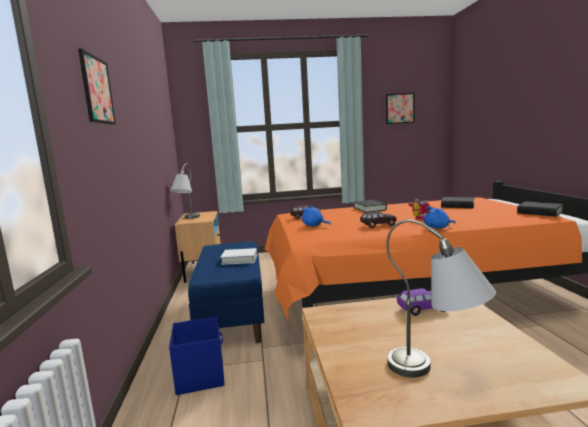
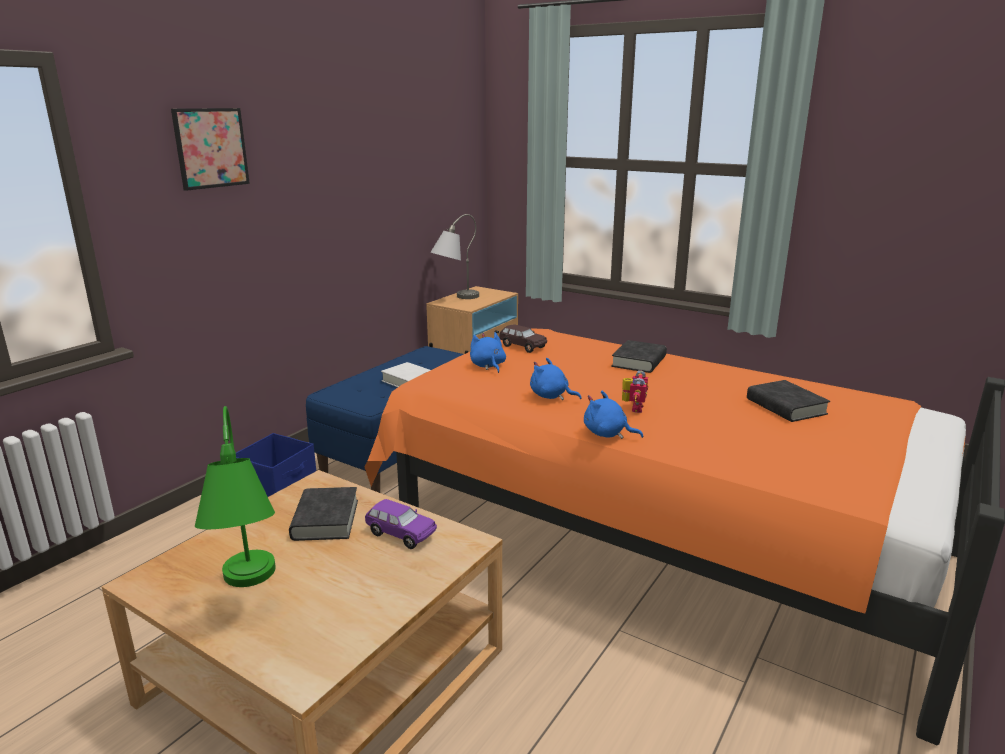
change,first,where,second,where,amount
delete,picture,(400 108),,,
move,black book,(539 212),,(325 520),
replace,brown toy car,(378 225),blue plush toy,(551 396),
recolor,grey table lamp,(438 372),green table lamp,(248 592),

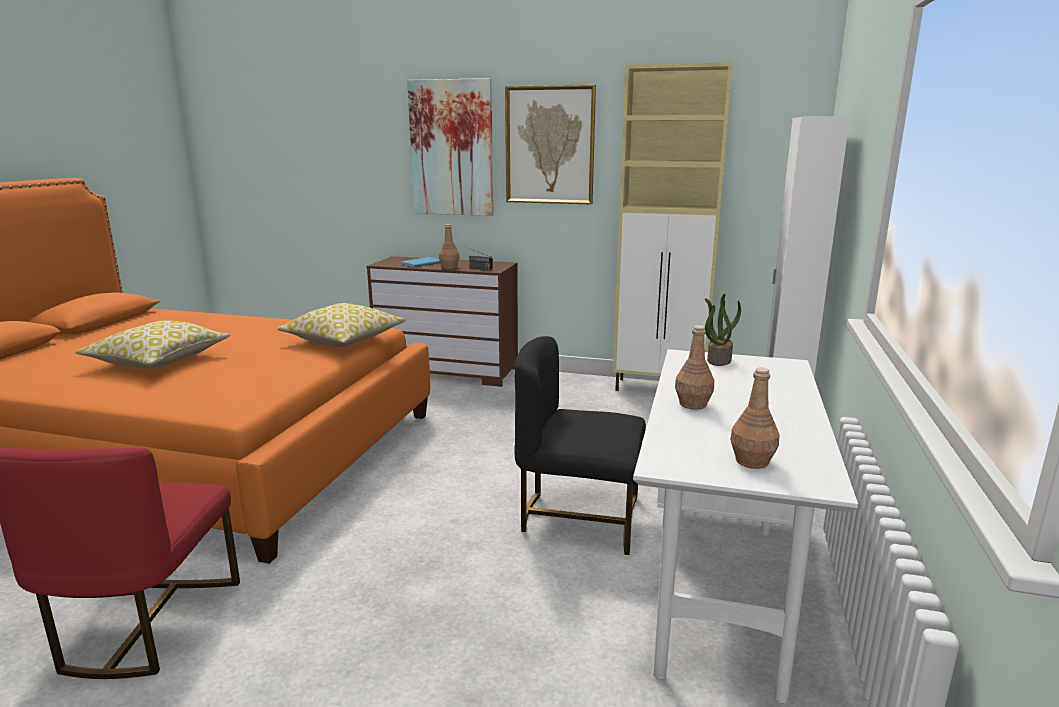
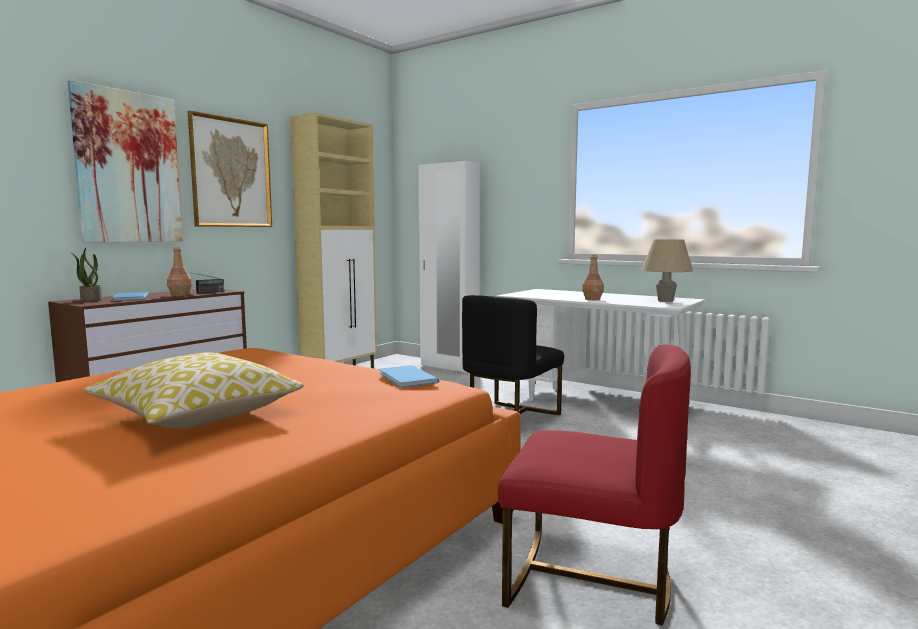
change,first,where,second,where,amount
delete,pillow,(344 340),,,
insert,,,blue book,(406 378),
move,potted plant,(718 360),,(90 300),
replace,brown bottle,(751 461),beige table lamp,(665 301),

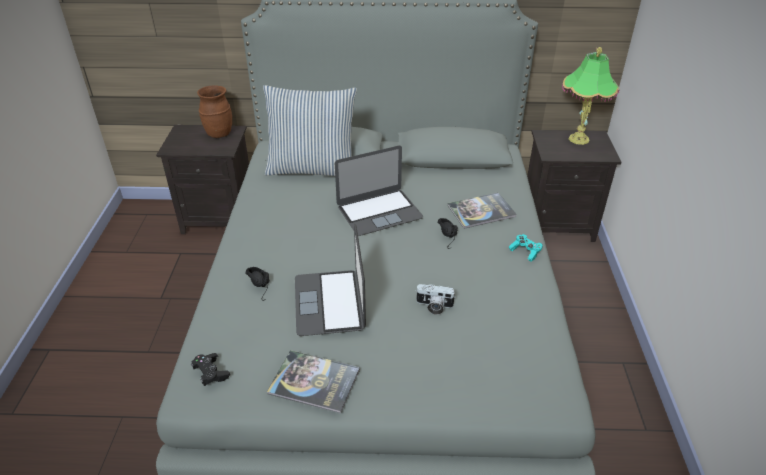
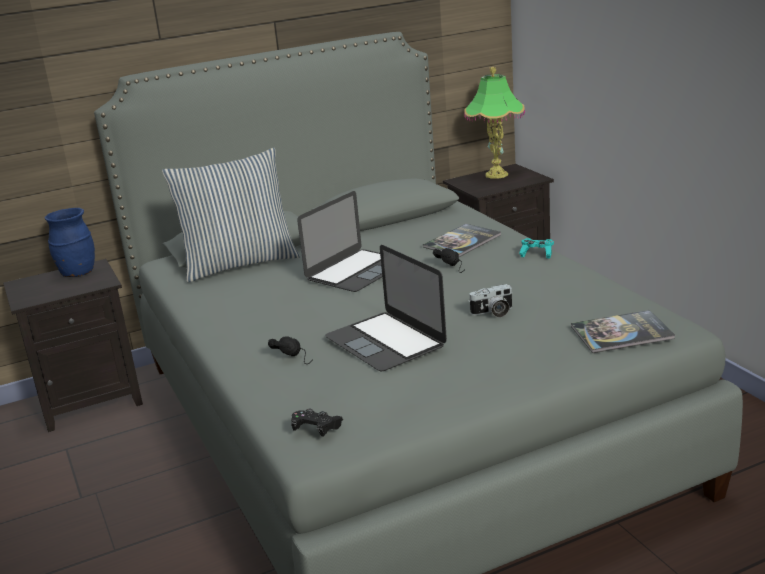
change,first,where,second,where,amount
move,book,(314 382),,(621 333),
recolor,brown vase,(219 133),blue vase,(77 273),

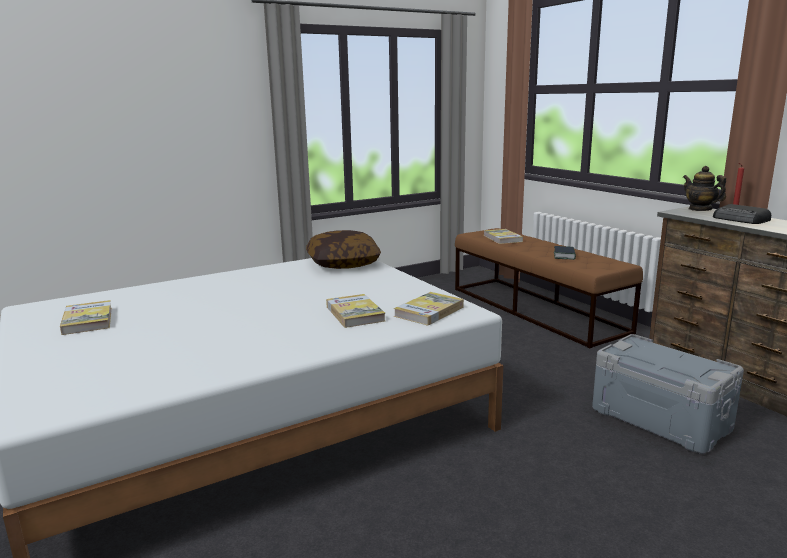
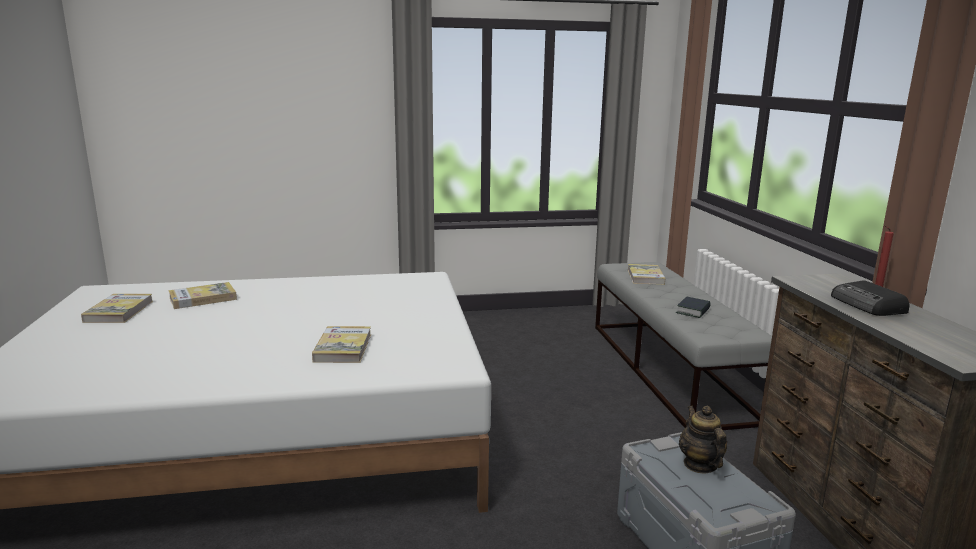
change,first,where,second,where,amount
delete,pillow,(343 263),,,
move,book,(429 311),,(203 298),
move,teapot,(700 209),,(700 465),
recolor,brown bench,(536 309),grey bench,(668 370),

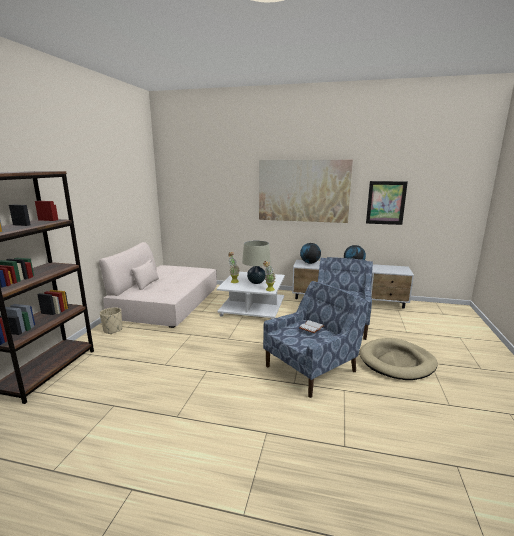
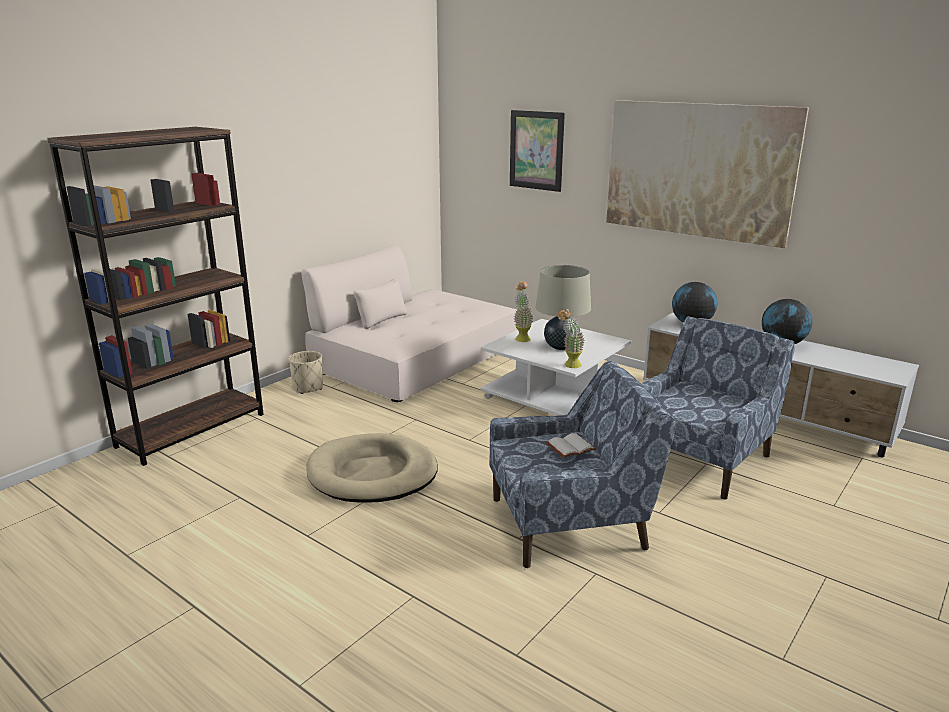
change,first,where,second,where,amount
move,beige dog bed,(397 362),,(372 474),
move,picture,(386 203),,(536 150),

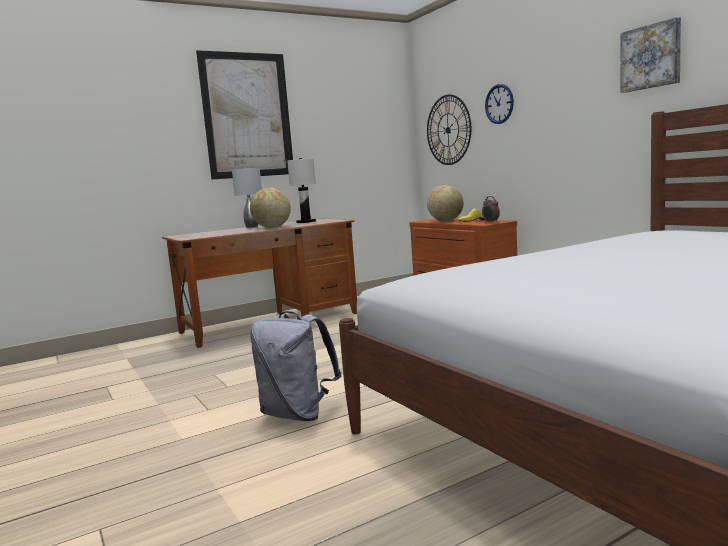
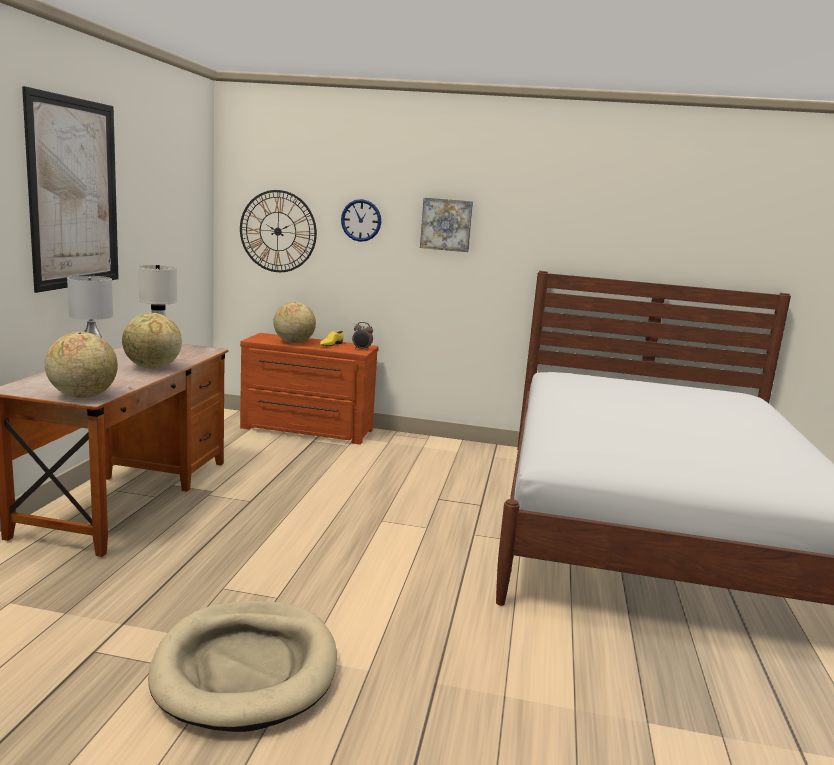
change,first,where,second,where,amount
delete,grey backpack,(298 414),,,
insert,,,globe,(82 396),
insert,,,beige dog bed,(246 669),
move,picture,(651 57),,(446 224),

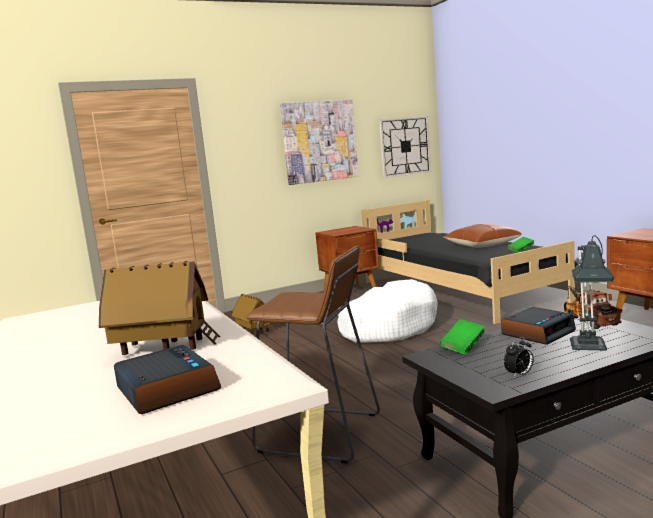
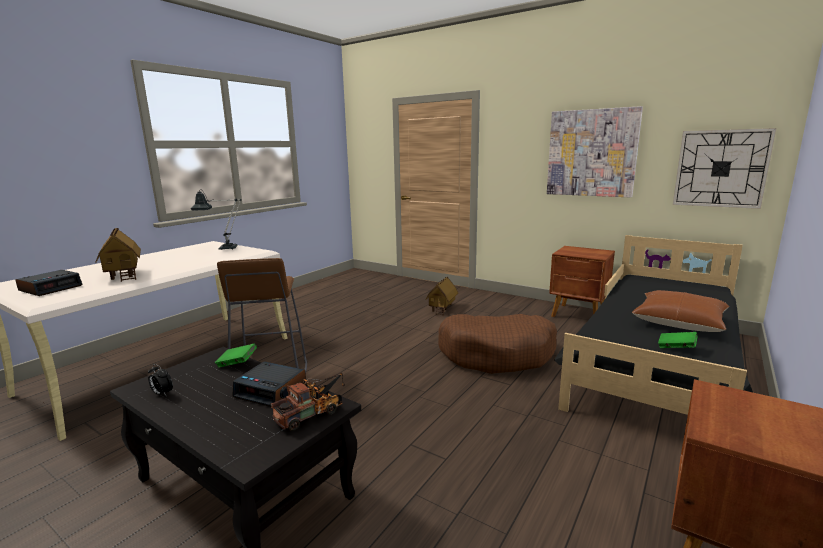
change,first,where,second,where,amount
move,table lamp,(589 350),,(223 248),
recolor,white dog bed,(389 326),brown dog bed,(497 354),

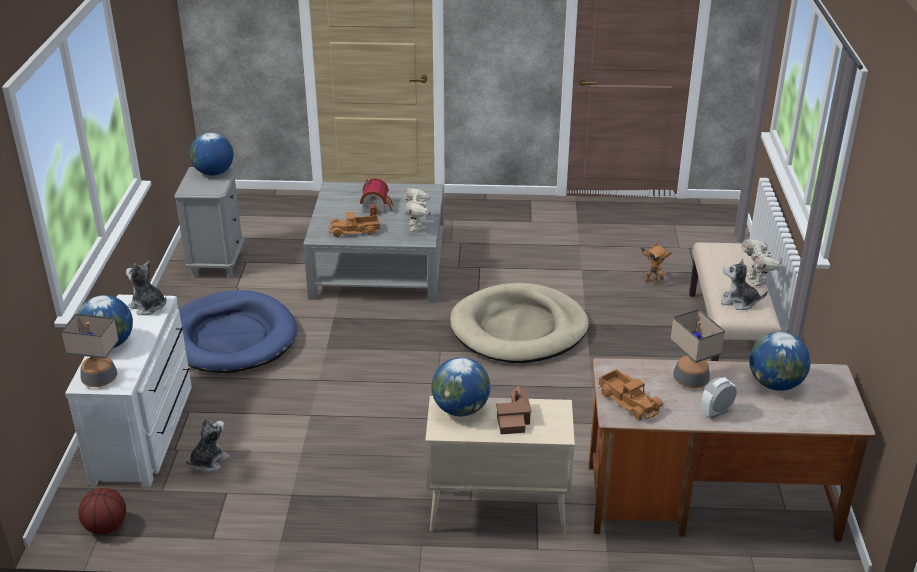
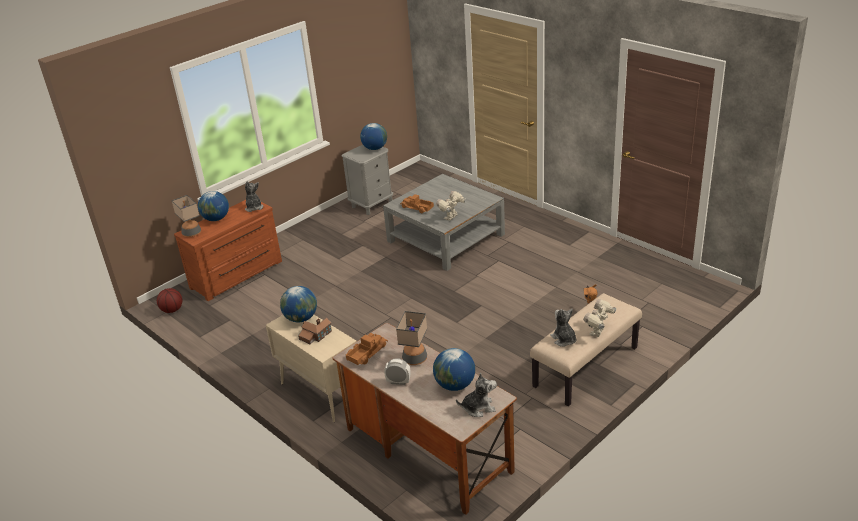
change,first,where,second,where,amount
delete,blue dog bed,(232 337),,,
delete,toy house,(377 207),,,
delete,beige dog bed,(519 329),,,
move,plush toy,(208 461),,(478 408),
recolor,white dresser,(146 431),brown dresser,(238 275),
rotate,toy truck,(629 401),,(366 353),150 degrees counterclockwise

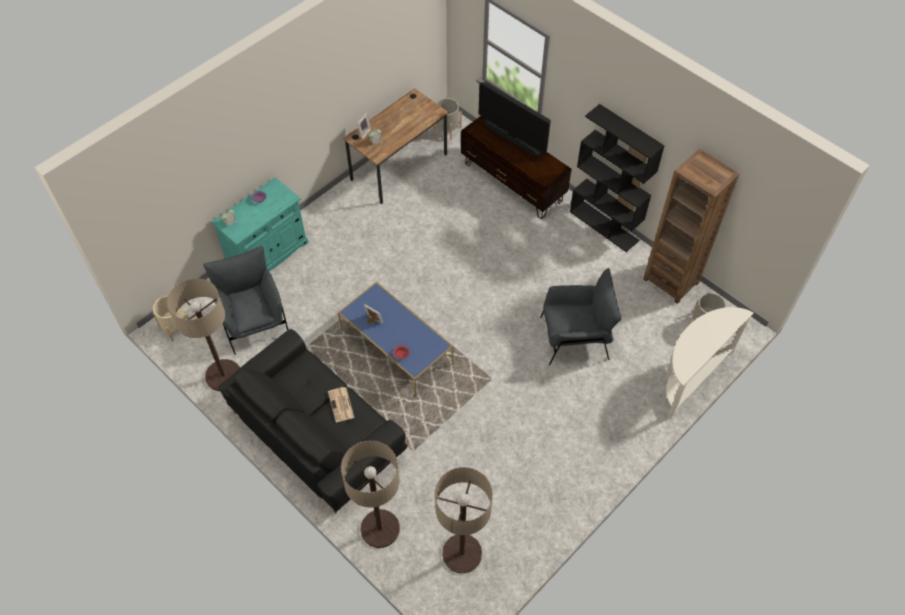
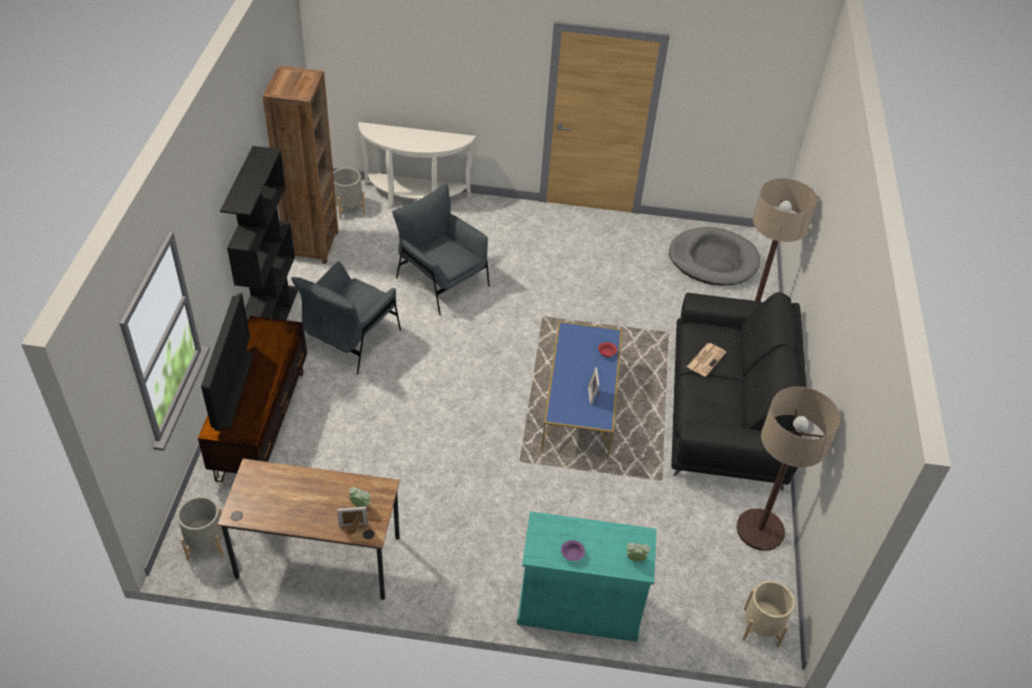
change,first,where,second,where,amount
move,grey armchair,(254 321),,(351 339),
replace,floor lamp,(462 553),grey dog bed,(713 260),

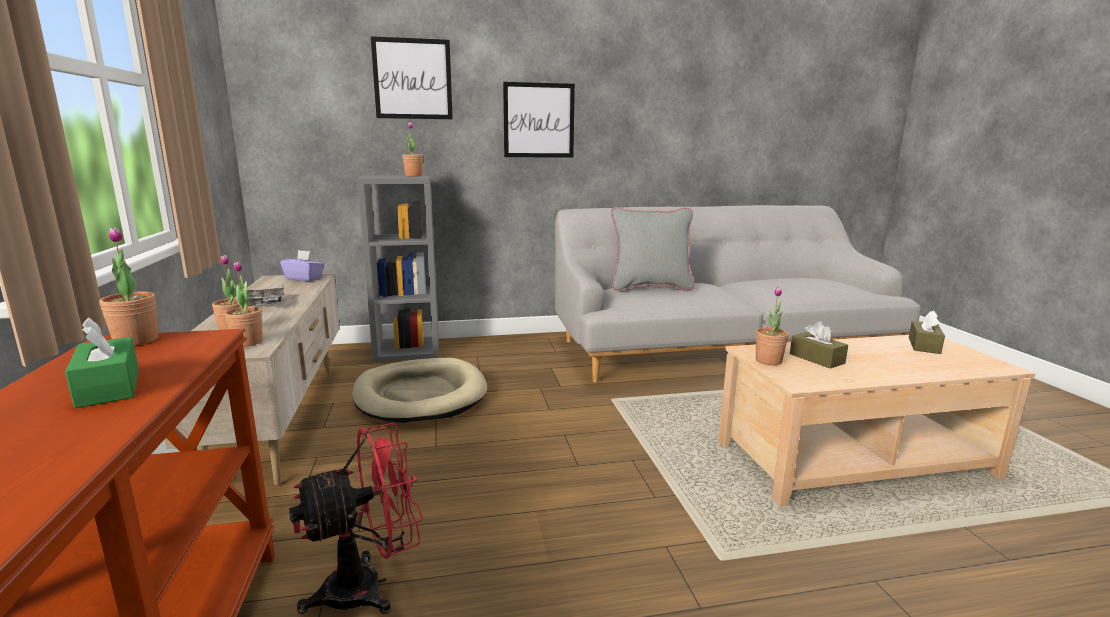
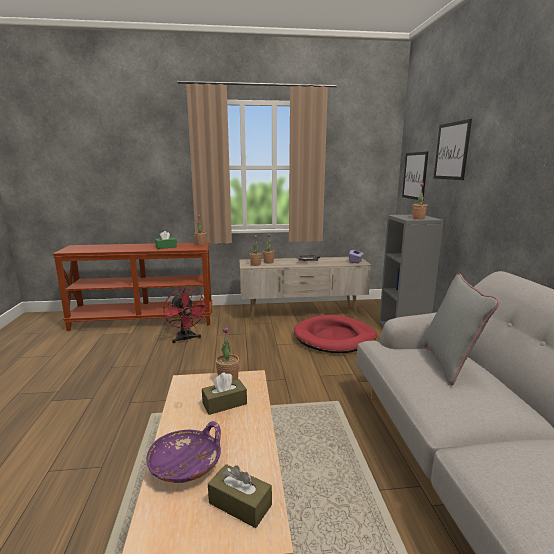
change,first,where,second,where,amount
insert,,,purple bowl,(187 464),
move,picture,(539 120),,(415 175),
recolor,beige dog bed,(420 395),red dog bed,(334 337),

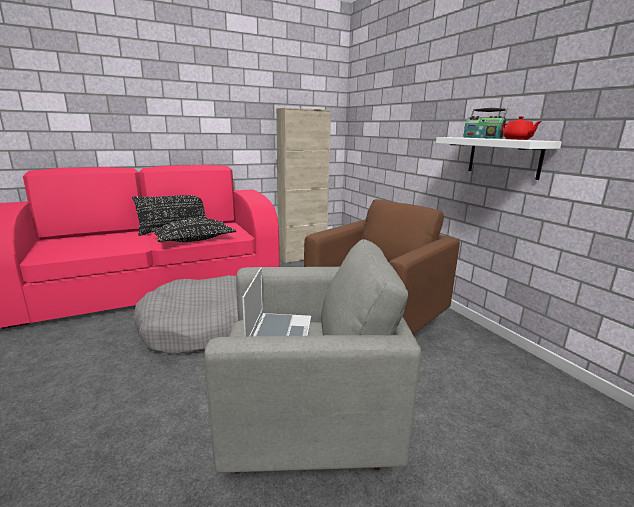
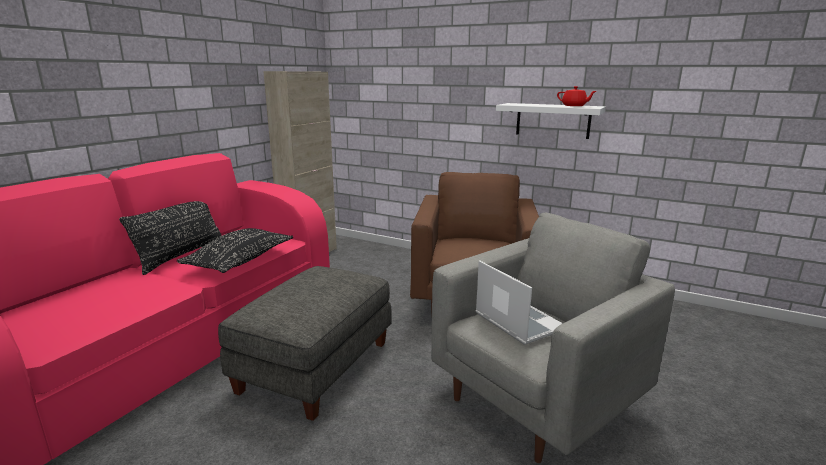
change,first,where,second,where,amount
delete,radio,(482 138),,,
replace,grey dog bed,(203 327),grey ottoman,(315 365),

